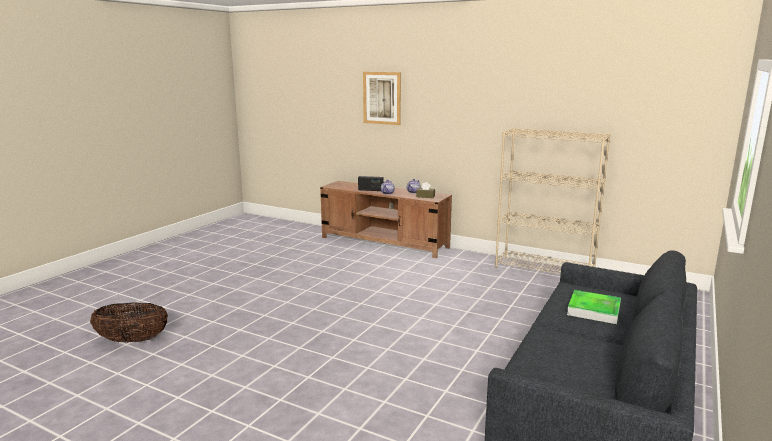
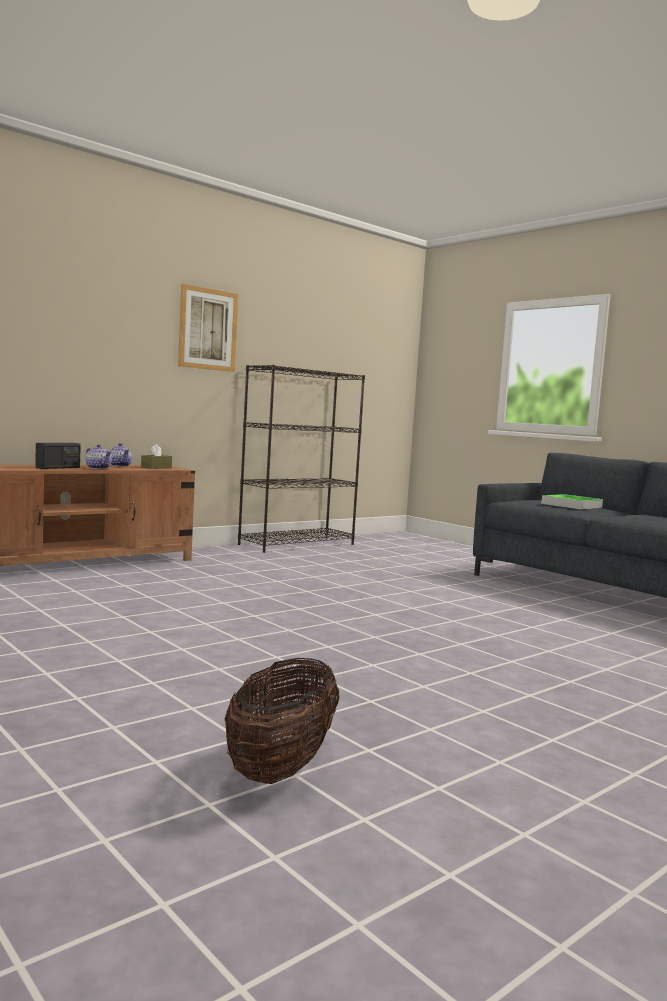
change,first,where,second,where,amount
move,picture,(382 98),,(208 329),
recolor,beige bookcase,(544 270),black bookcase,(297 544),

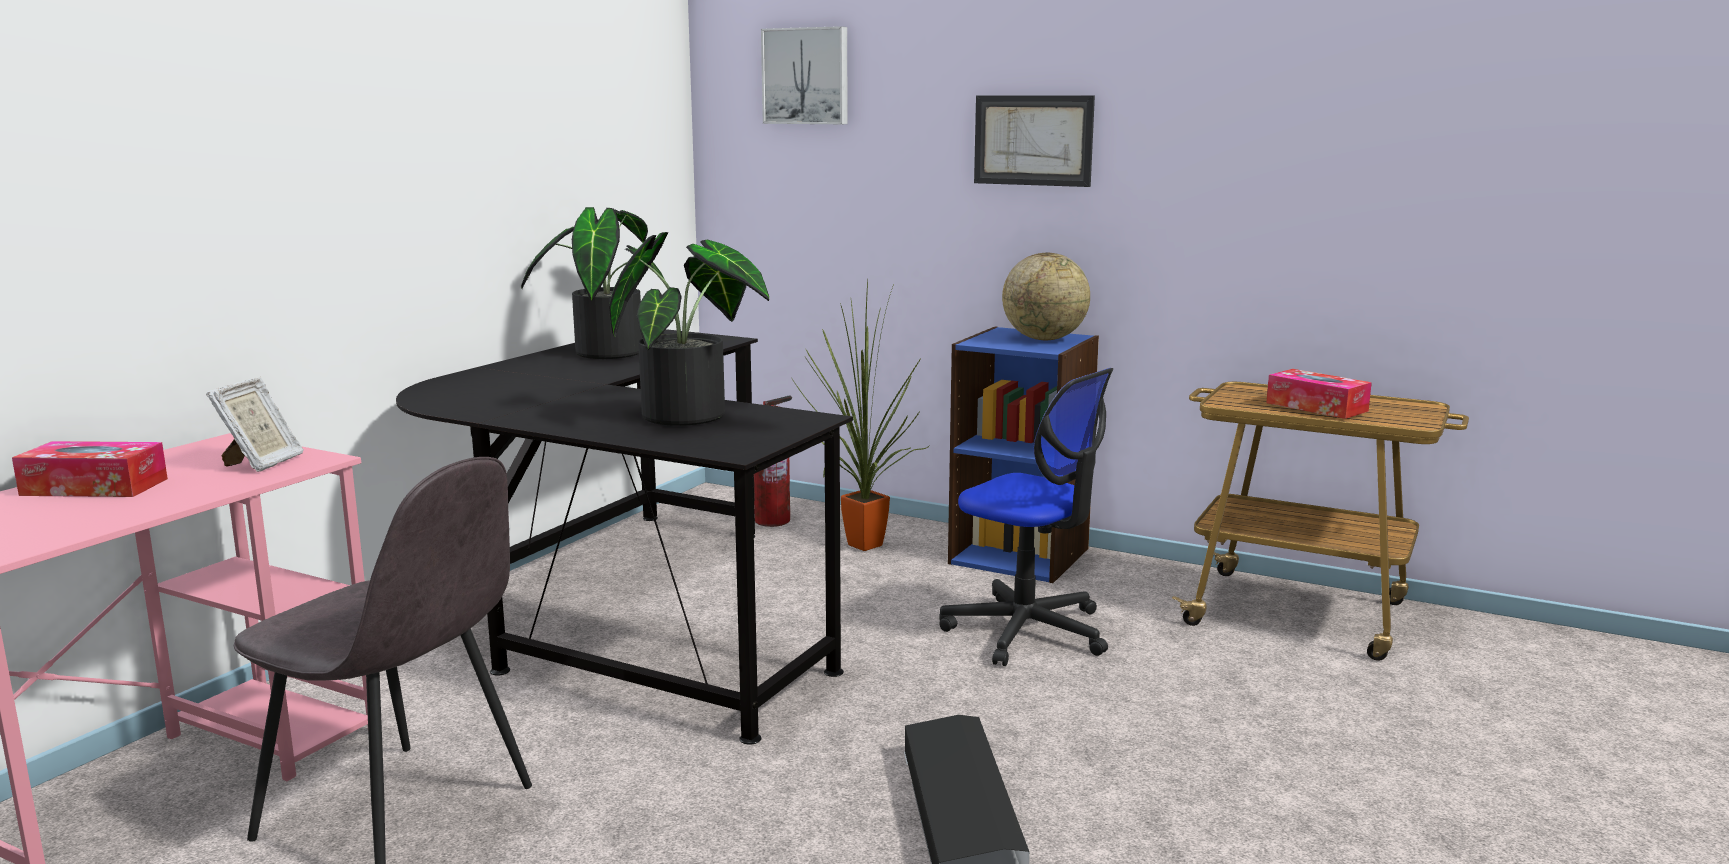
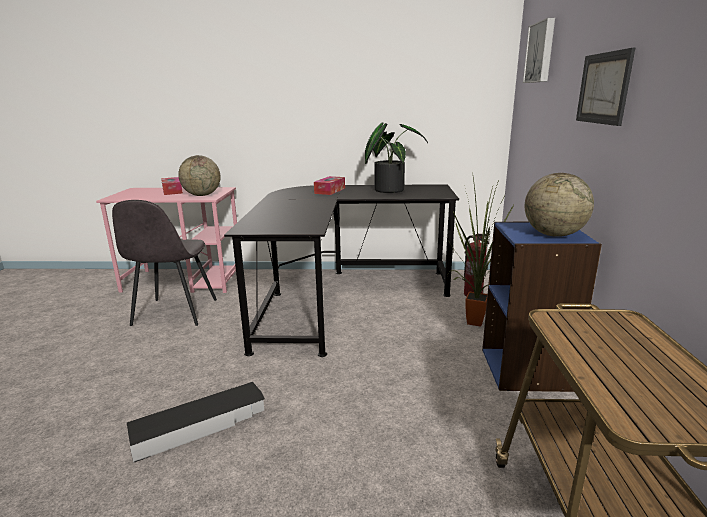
change,first,where,second,where,amount
delete,potted plant,(693 415),,,
delete,office chair,(1027 631),,,
move,tissue box,(1316 407),,(330 191),
replace,picture frame,(261 463),globe,(202 195),

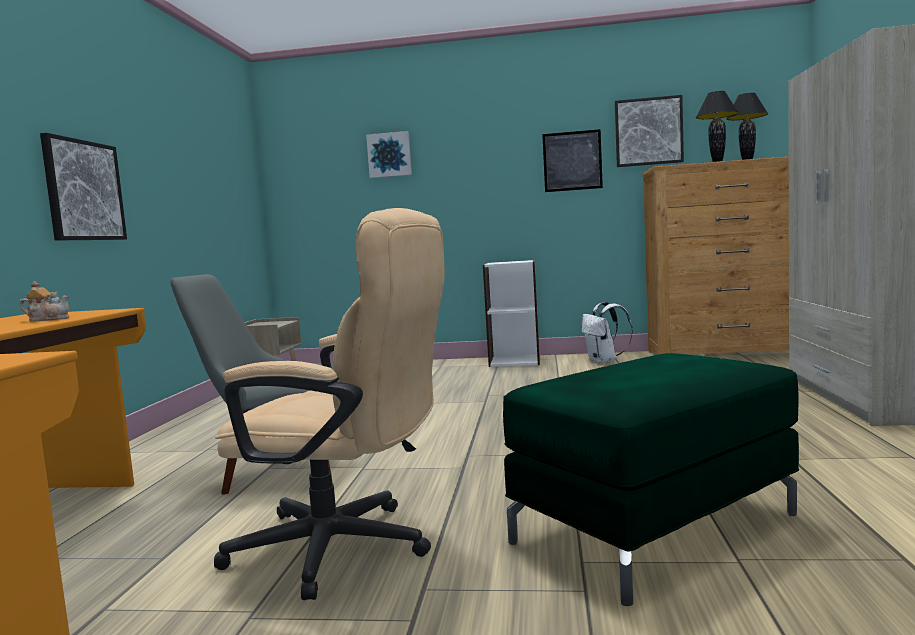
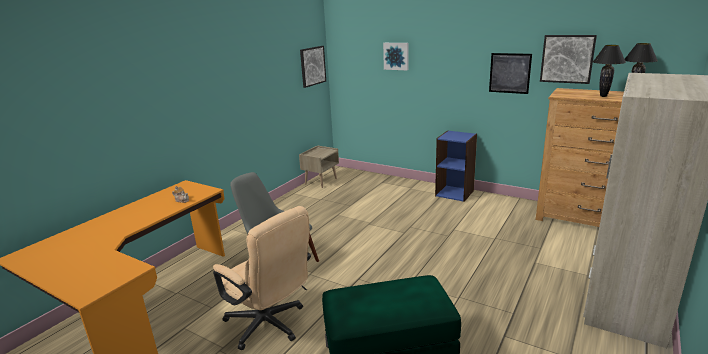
change,first,where,second,where,amount
delete,white backpack,(604 361),,,
move,picture,(83 190),,(312 66),
recolor,white bookcase,(515 361),blue bookcase,(454 193),

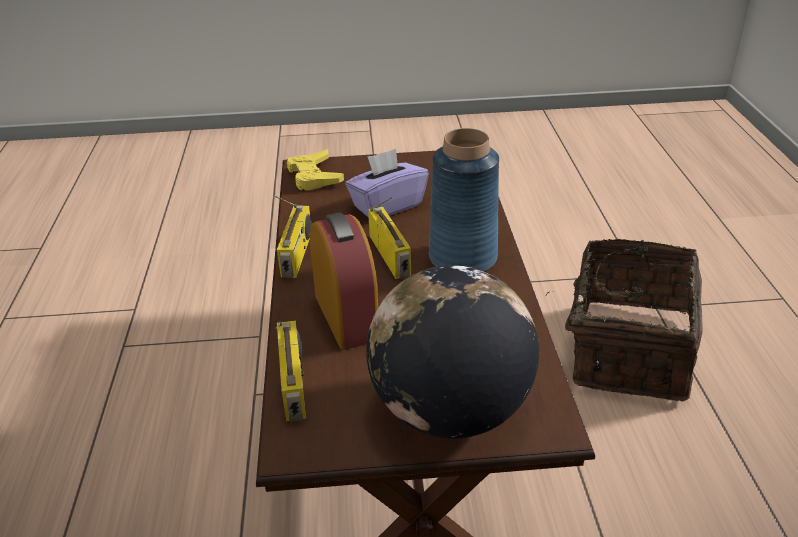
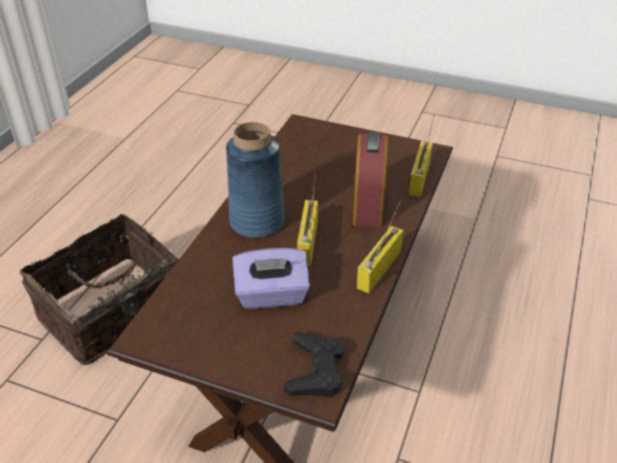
change,first,where,second,where,amount
delete,globe,(450 410),,,
recolor,yellow game controller,(314 176),black game controller,(315 370),

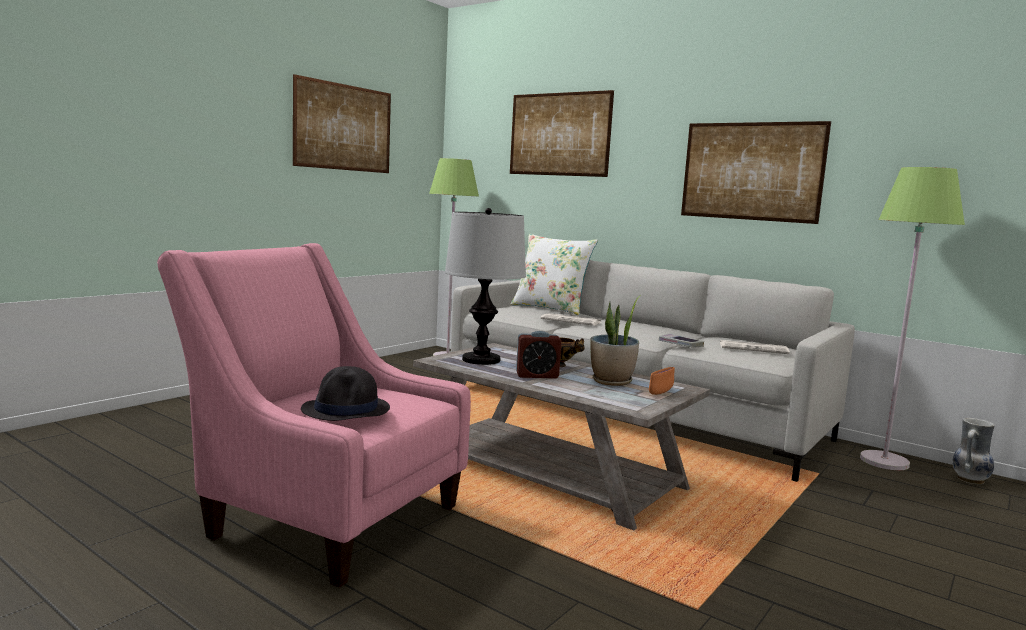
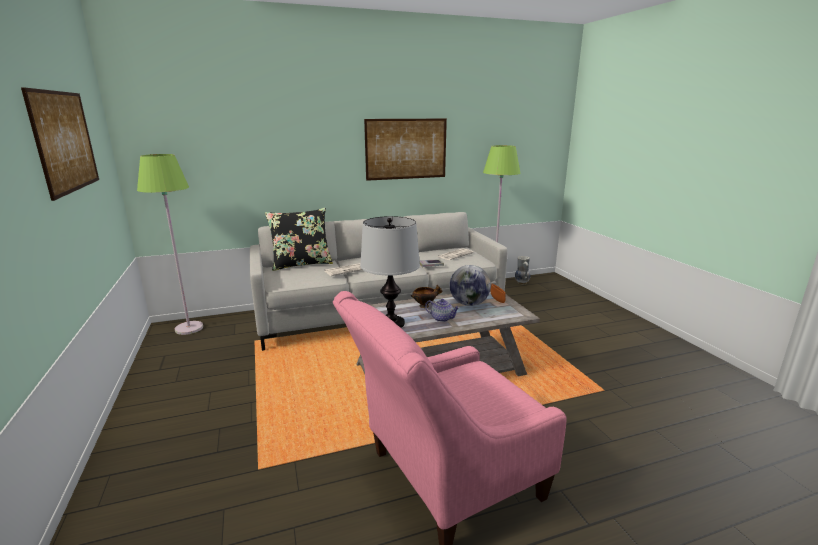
change,first,where,second,where,amount
delete,black hat,(346 410),,,
delete,picture,(559 134),,,
replace,alarm clock,(537 375),teapot,(442 318),
replace,potted plant,(612 381),globe,(469 304),
recolor,white pillow,(550 308),black pillow,(301 264),

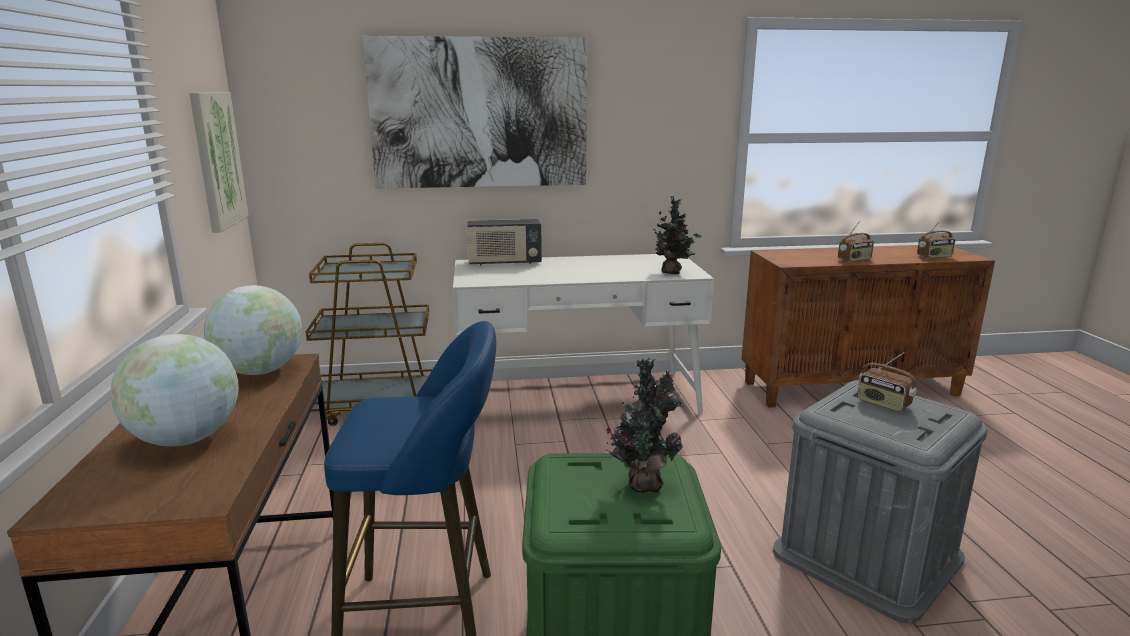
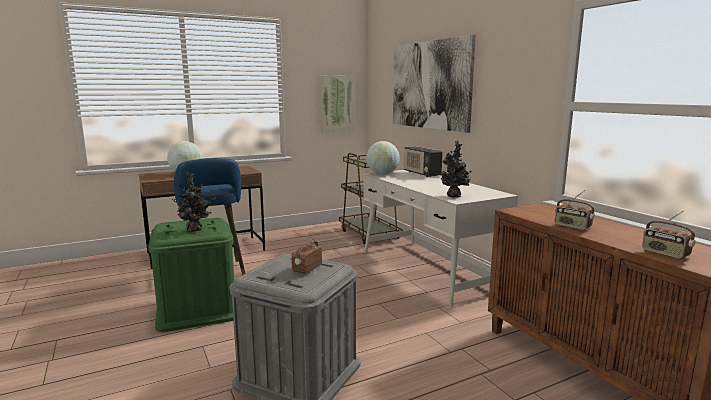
change,first,where,second,where,amount
move,globe,(260 371),,(382 174),

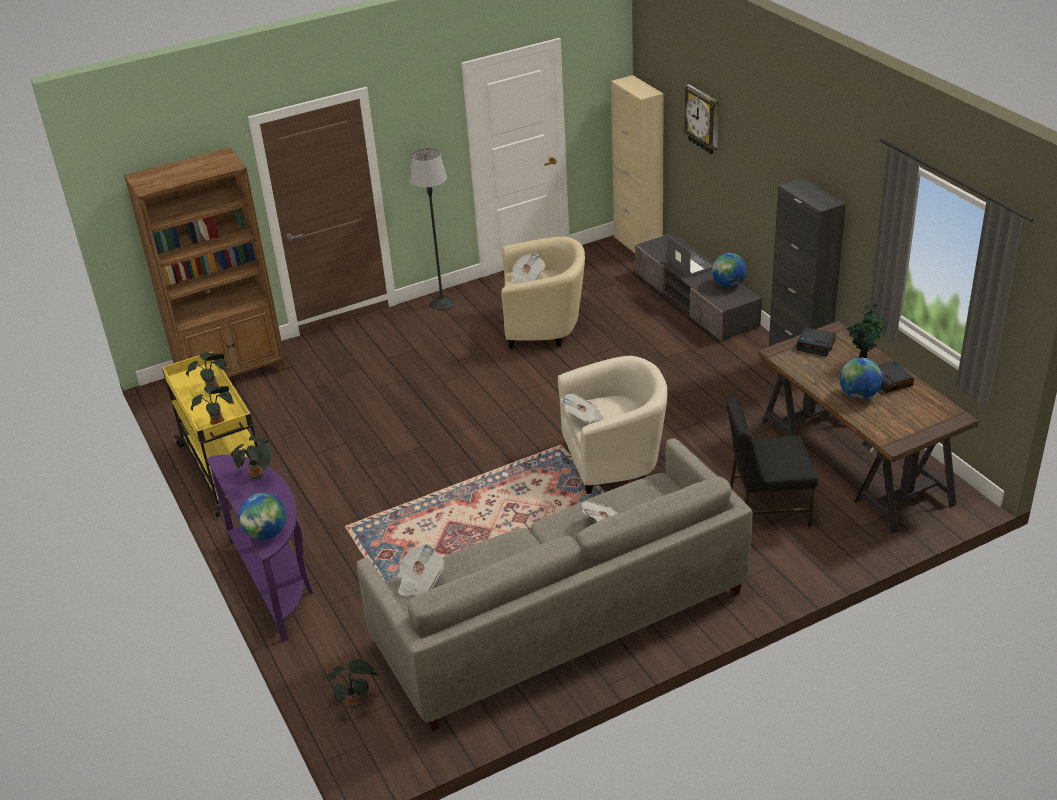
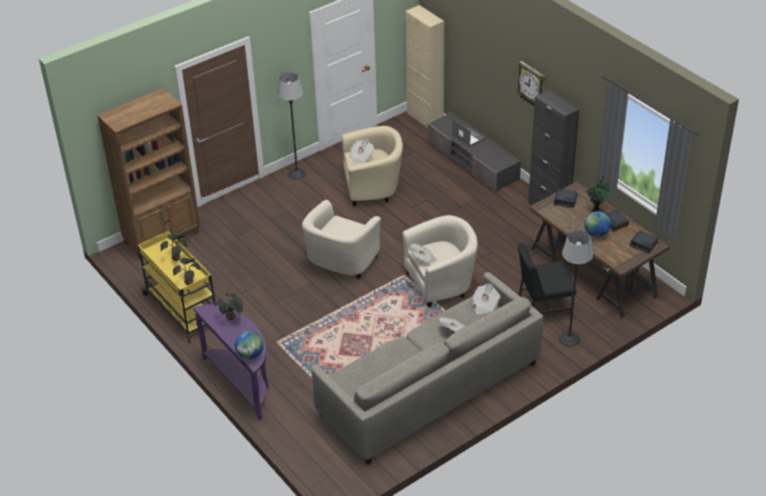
change,first,where,second,where,amount
delete,potted plant,(355 702),,,
delete,globe,(728 284),,,
insert,,,beige armchair,(340 263),
insert,,,floor lamp,(569 339),
insert,,,alarm clock,(644 244),
move,newspaper,(419 581),,(485 305),
move,wall clock,(703 119),,(532 85),

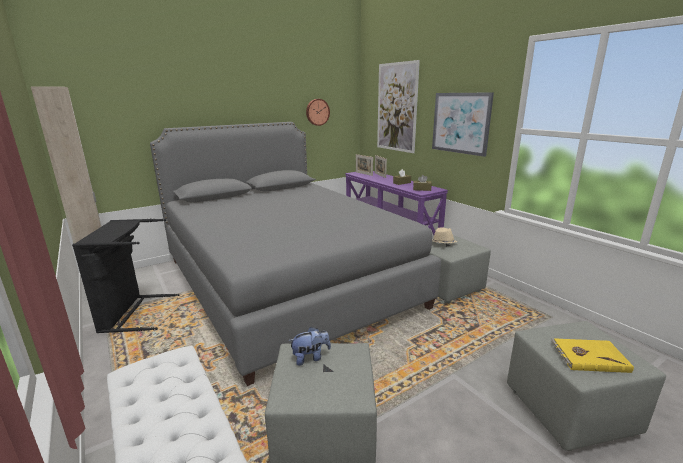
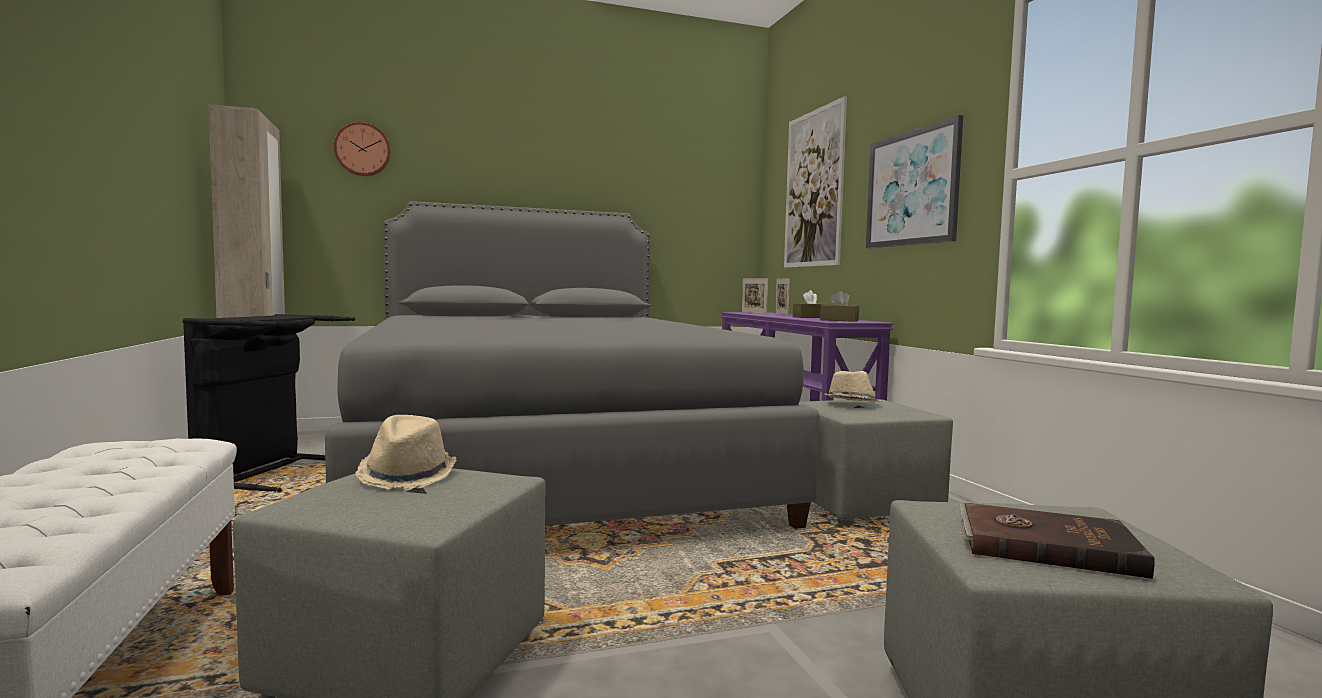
change,first,where,second,where,amount
move,wall clock,(317 112),,(363 149),
replace,plush toy,(310 357),beige hat,(408 476),
recolor,yellow book,(588 357),brown book,(1045 544),

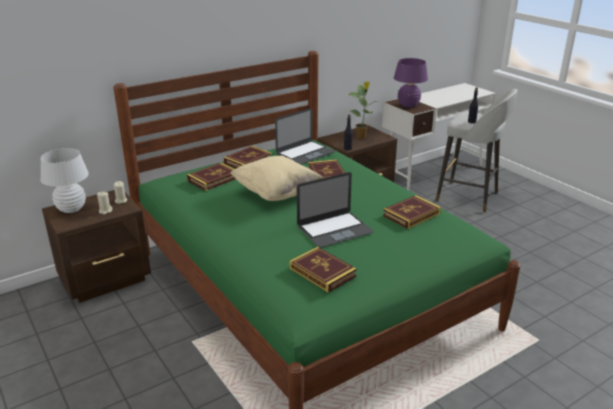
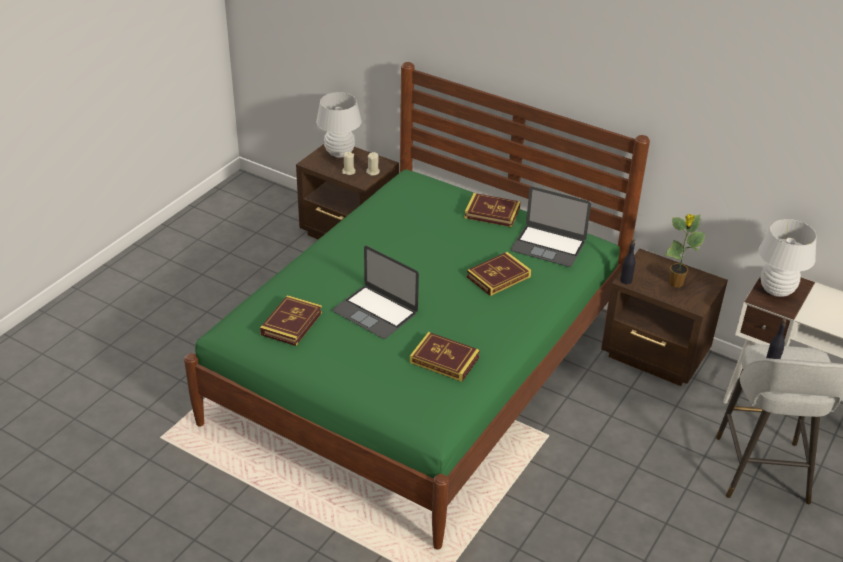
change,first,where,second,where,amount
delete,book,(213 179),,,
delete,beige pillow,(276 193),,,
recolor,purple table lamp,(408 105),white table lamp,(776 290),

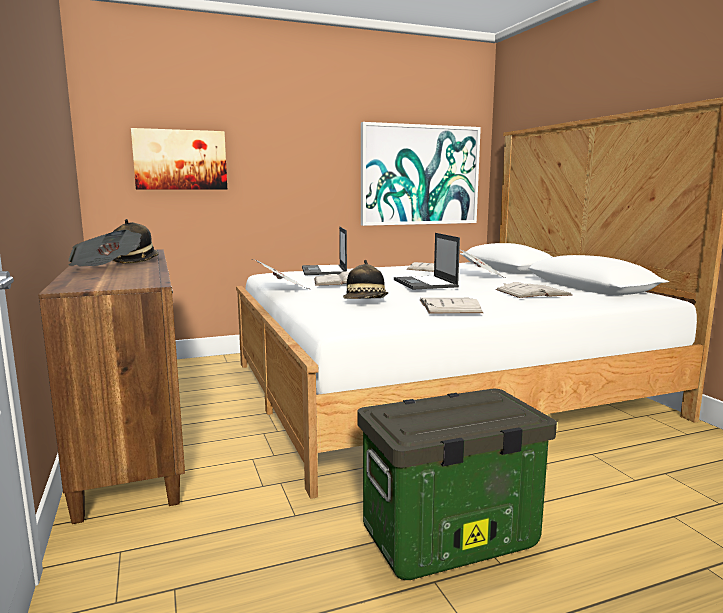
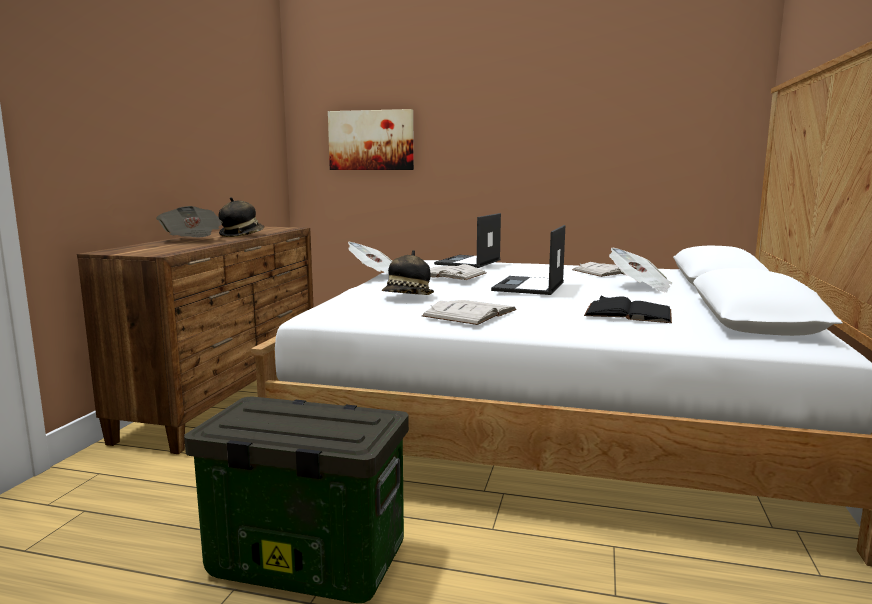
change,first,where,second,where,amount
delete,picture,(420 175),,,
recolor,white book,(533 292),black book,(628 313),

